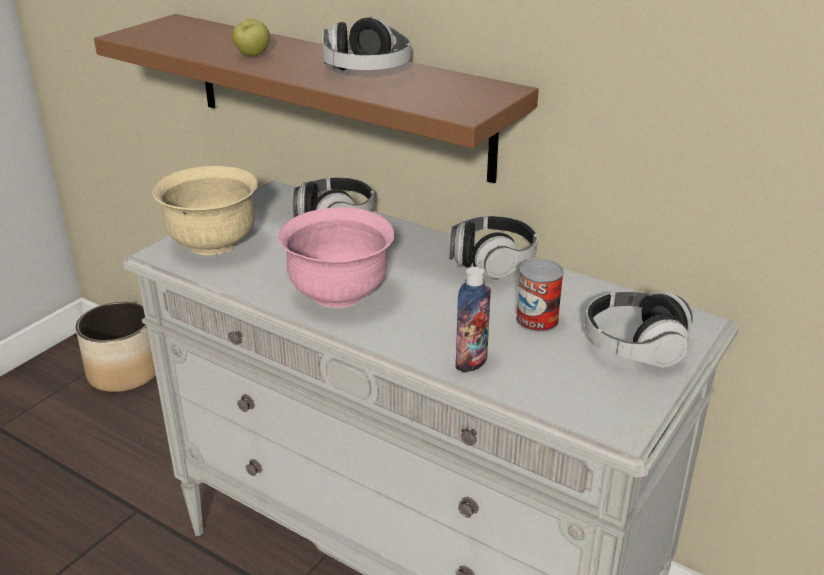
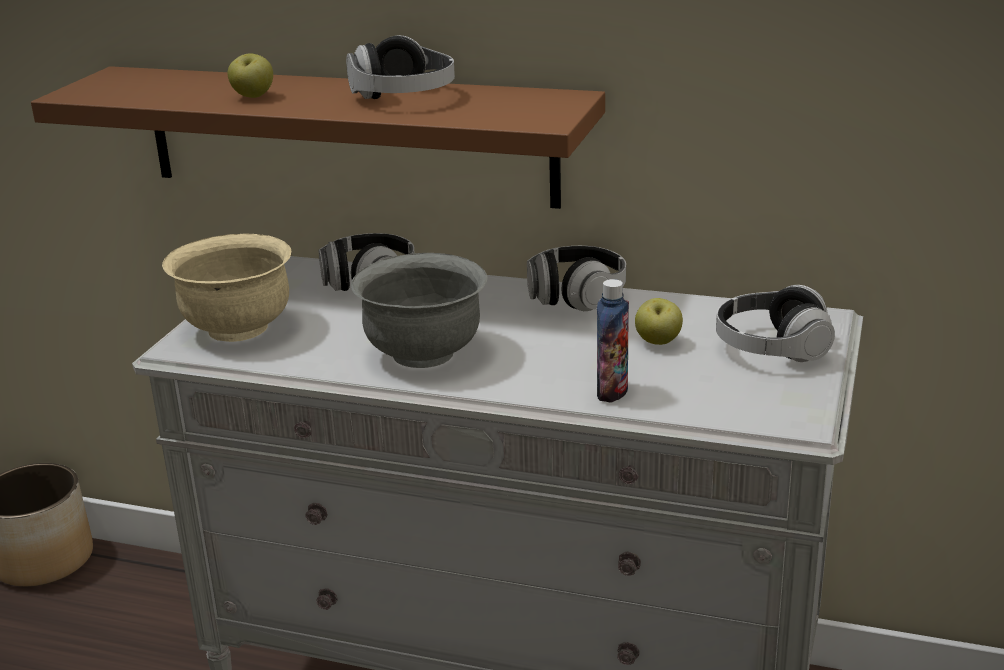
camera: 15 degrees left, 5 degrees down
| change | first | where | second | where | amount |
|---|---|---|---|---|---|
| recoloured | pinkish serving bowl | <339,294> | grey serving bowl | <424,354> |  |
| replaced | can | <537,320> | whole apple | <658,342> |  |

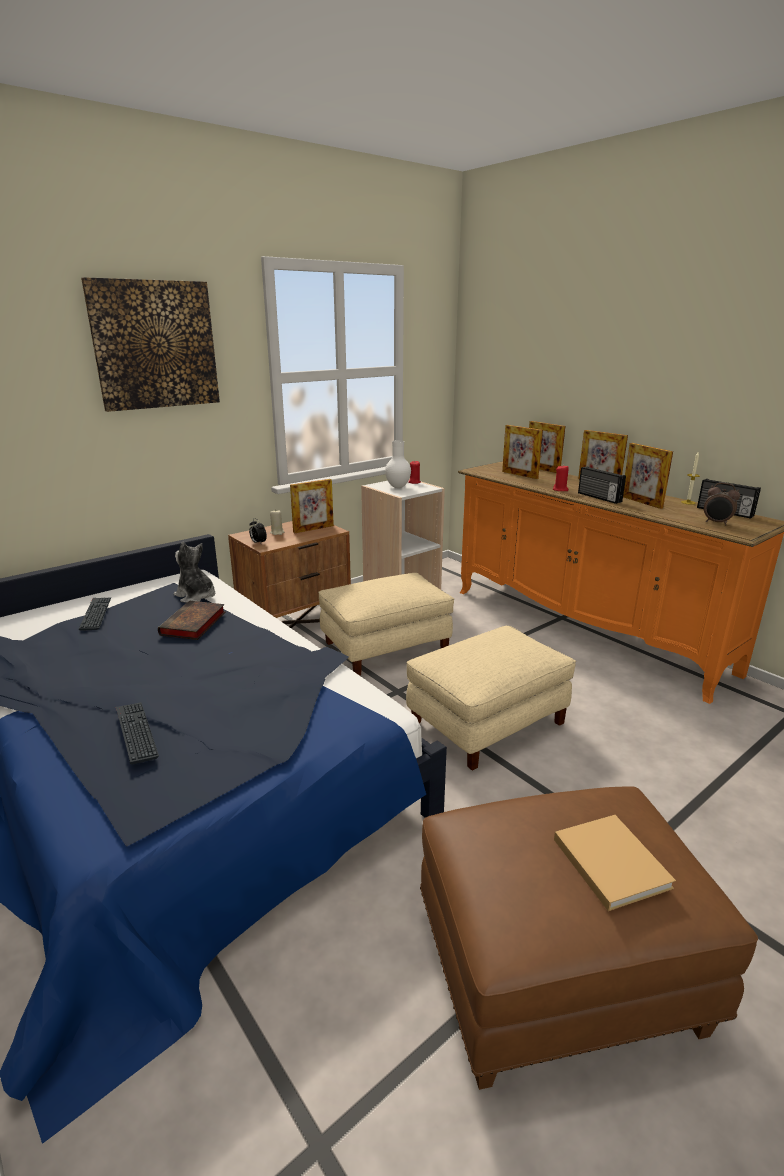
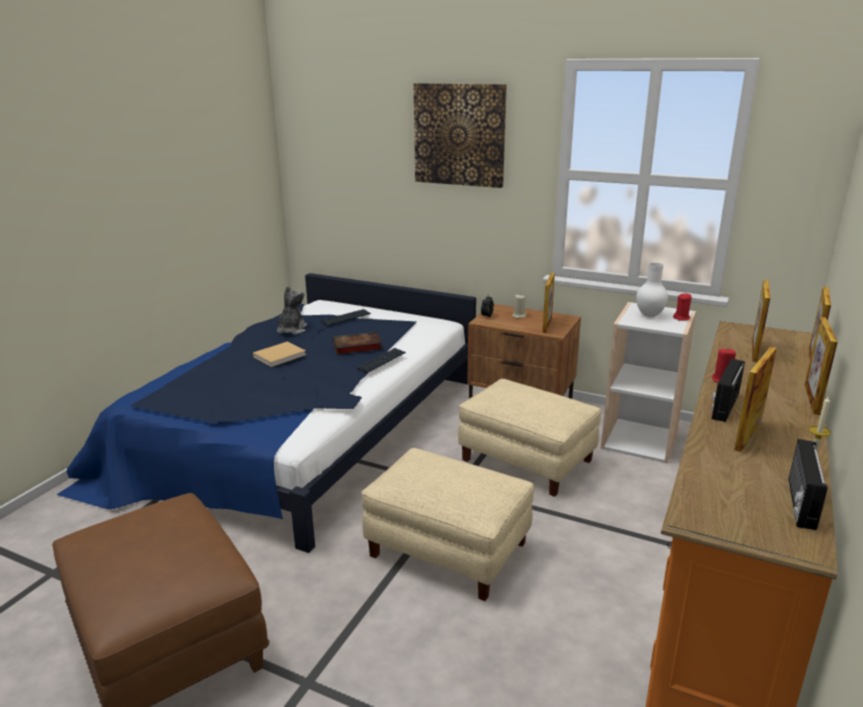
camera: 65 degrees right, 0 degrees up
| change | first | where | second | where | amount |
|---|---|---|---|---|---|
| moved | keyboard | <136,733> |  | <382,361> |  |
| moved | cuddly toy | <196,596> |  | <291,330> |  |
| turned | picture frame | <313,529> |  | <547,325> | 105 degrees counterclockwise |
| moved | beige bound book | <609,860> |  | <281,355> |  |
| removed | bedside clock | <716,523> |  |  |  |

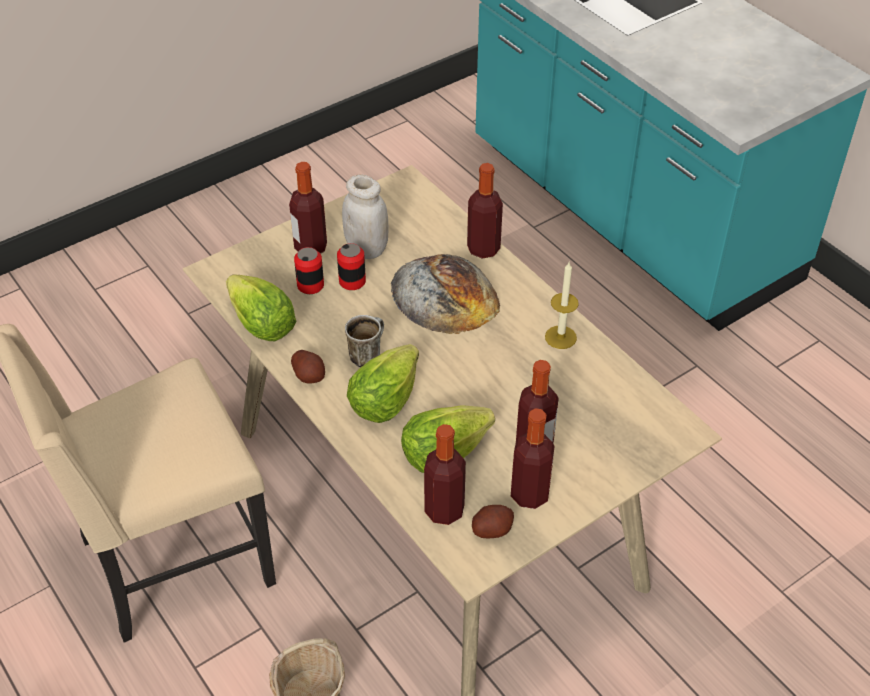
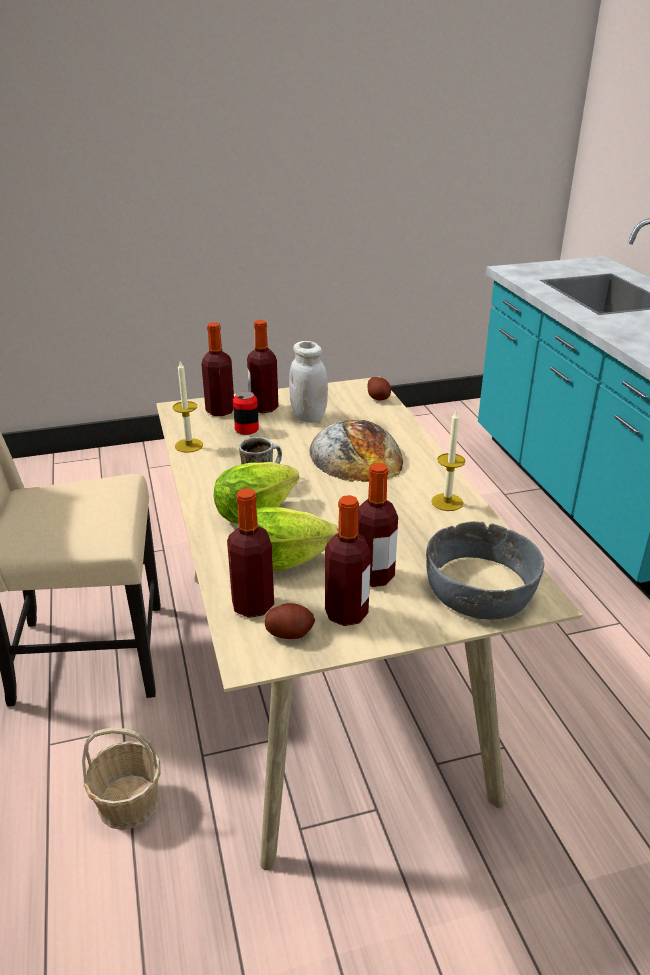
camera: 20 degrees right, 15 degrees down
| change | first | where | second | where | amount |
|---|---|---|---|---|---|
| replaced | lettuce head | <262,325> | wax candle | <189,445> |  |
| moved | potato | <309,375> |  | <378,398> |  |
| removed | can | <352,281> |  |  |  |
| moved | beverage bottle | <483,248> |  | <220,411> |  |
| added |  |  | grey serving bowl | <481,589> |  |

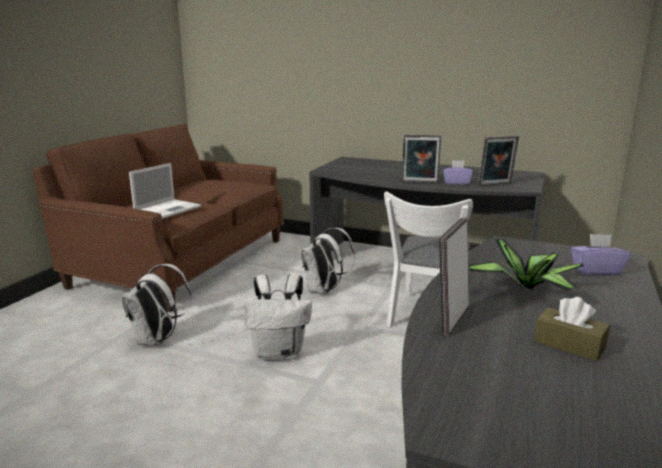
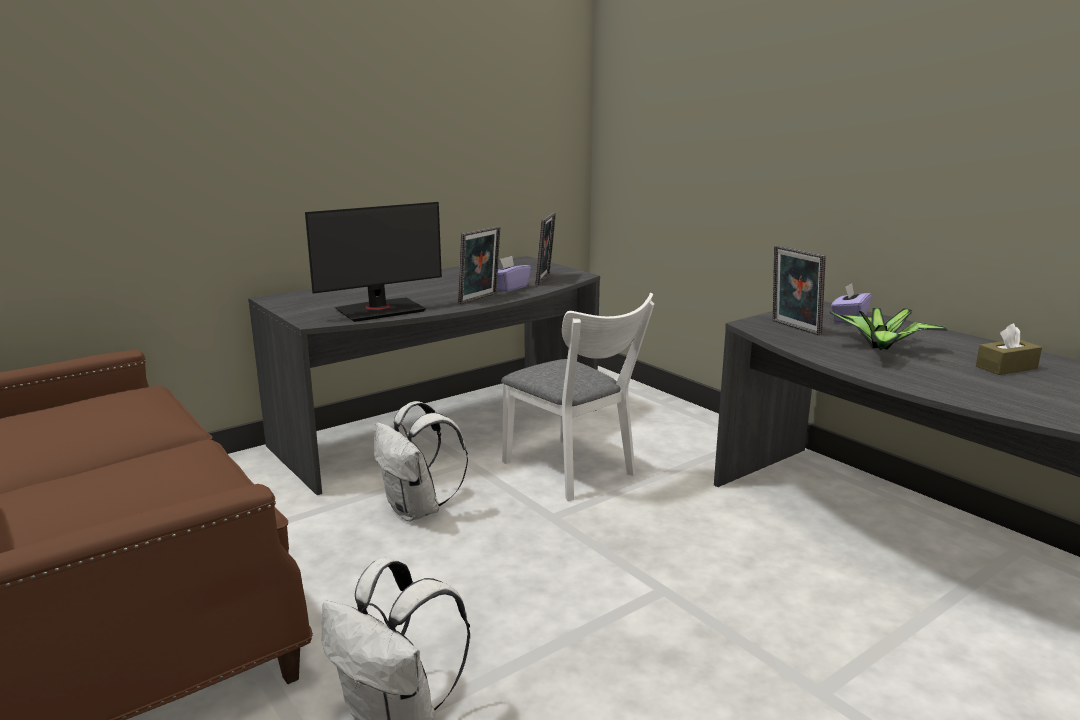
camera: 60 degrees left, 0 degrees up
| change | first | where | second | where | amount |
|---|---|---|---|---|---|
| removed | laptop | <168,209> |  |  |  |
| removed | white-coloured knapsack | <279,353> |  |  |  |
| moved | picture frame | <451,319> |  | <793,328> |  |
| added |  |  | computer display | <380,310> |  |

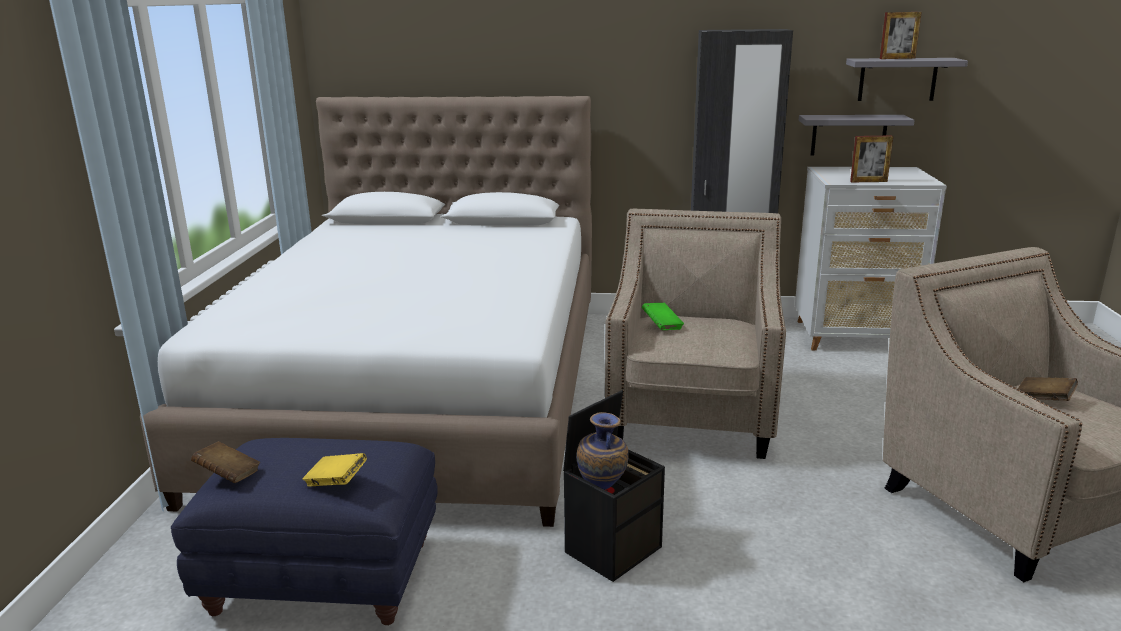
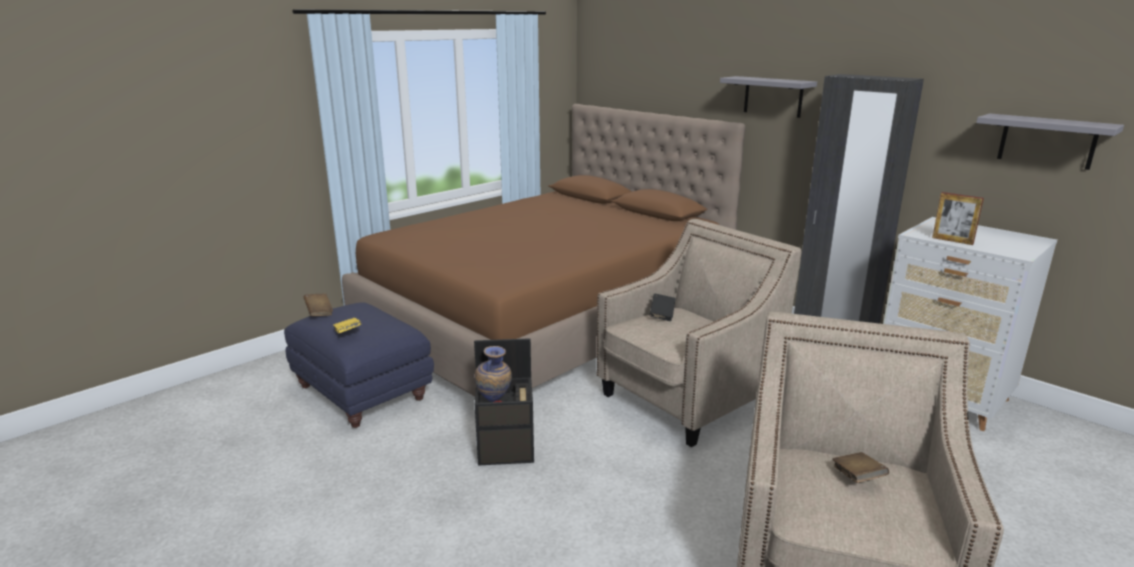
camera: 40 degrees right, 0 degrees up
| change | first | where | second | where | amount |
|---|---|---|---|---|---|
| recoloured | white-coloured bed | <425,391> | brown bed | <548,320> |  |
| recoloured | greenish bound book | <662,326> | blackish bound book | <662,315> |  |
| moved | grey bracket shelf | <848,135> |  | <773,96> |  |
| removed | picture frame | <897,58> |  |  |  |

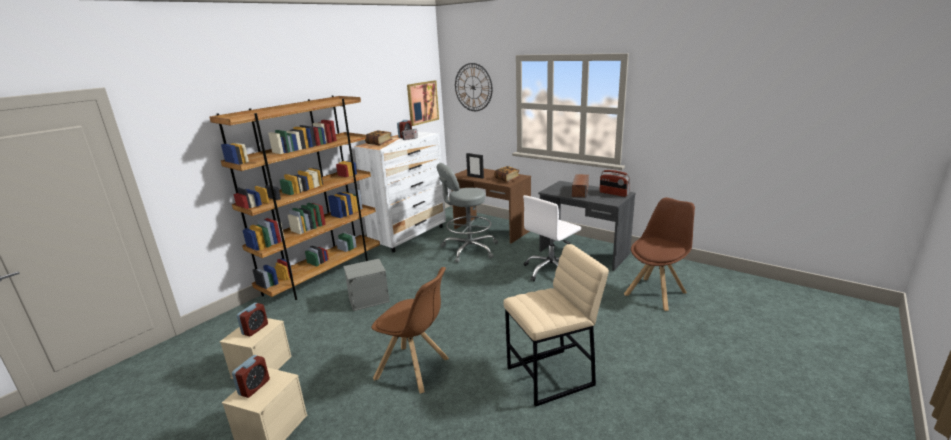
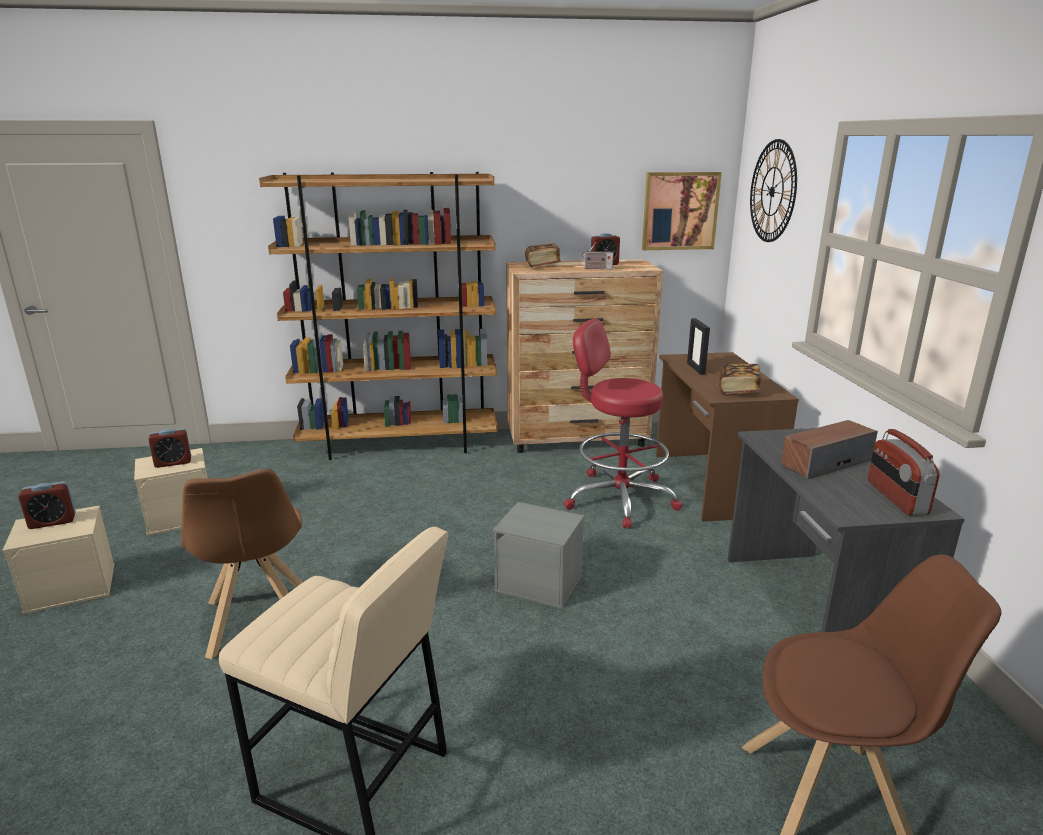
camera: 45 degrees right, 0 degrees up
| change | first | where | second | where | amount |
|---|---|---|---|---|---|
| moved | grey storage container | <369,299> |  | <540,583> |  |
| recoloured | white-coloured chest of drawers | <409,235> | brown chest of drawers | <577,439> |  |
| recoloured | grey stool seat | <469,249> | red-coloured stool seat | <618,498> |  |
| removed | white-coloured computer chair | <551,270> |  |  |  |

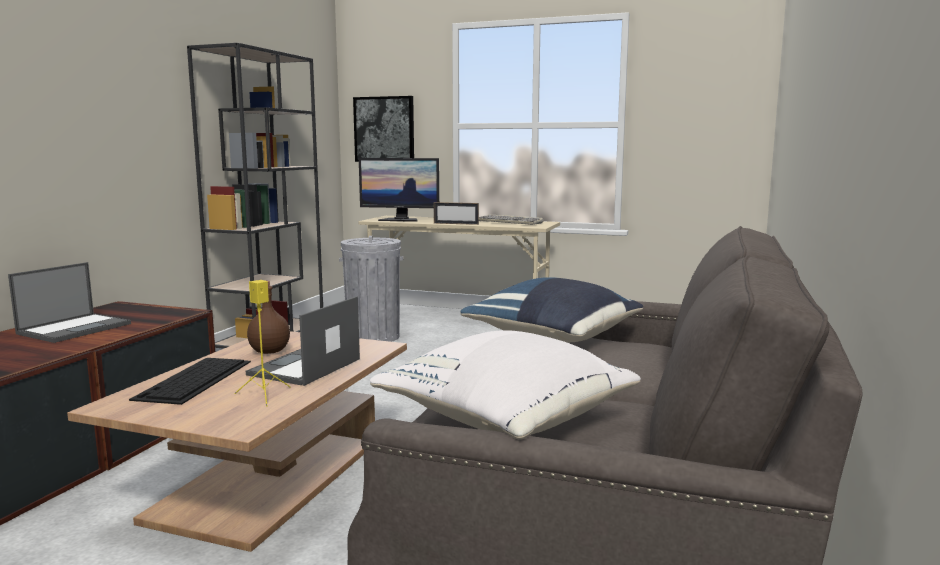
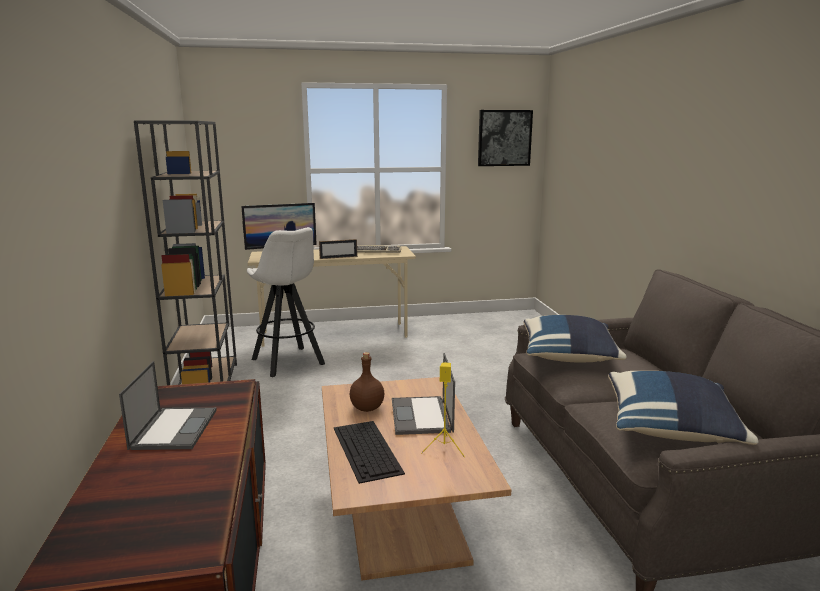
camera: 30 degrees left, 5 degrees up
| change | first | where | second | where | amount |
|---|---|---|---|---|---|
| replaced | grey trash can | <373,337> | white-coloured stool seat | <288,362> |  |
| moved | picture | <384,129> |  | <504,138> |  |
| recoloured | white-coloured cushion | <508,421> | blue-coloured cushion | <671,429> |  |

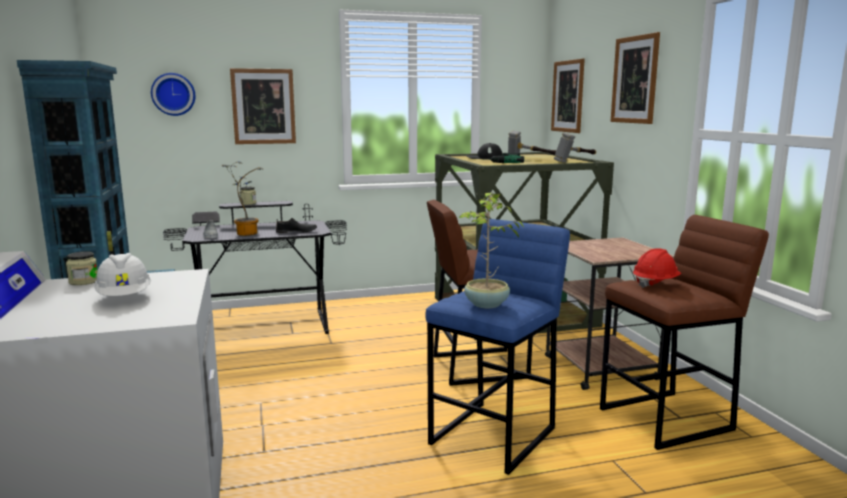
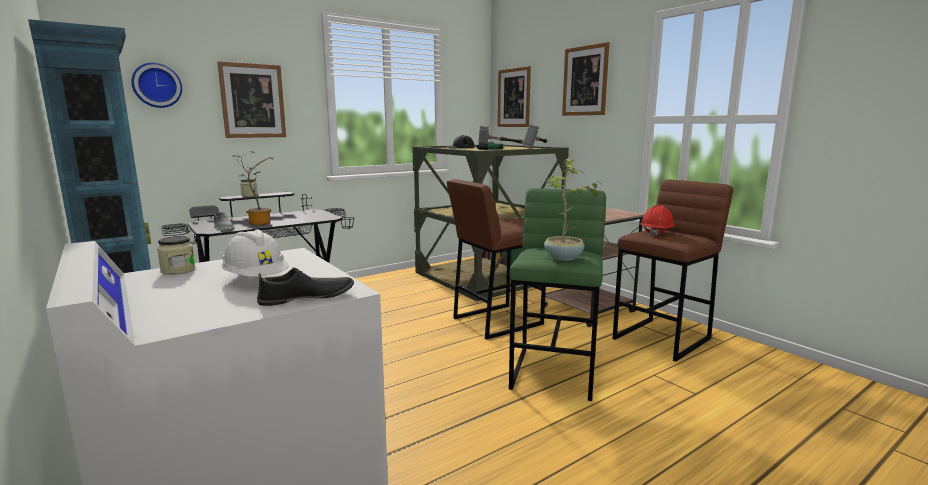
camera: 20 degrees left, 0 degrees up
| change | first | where | second | where | amount |
|---|---|---|---|---|---|
| moved | blackish shoe | <296,232> |  | <307,298> |  |
| recoloured | blue-coloured stool seat | <494,434> | greenish stool seat | <554,371> |  |

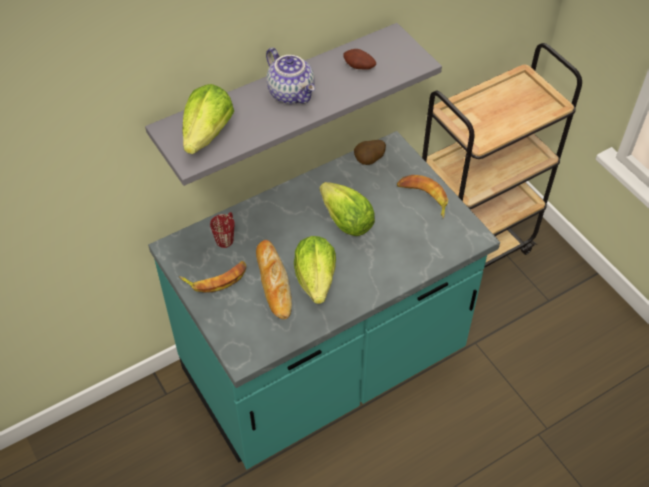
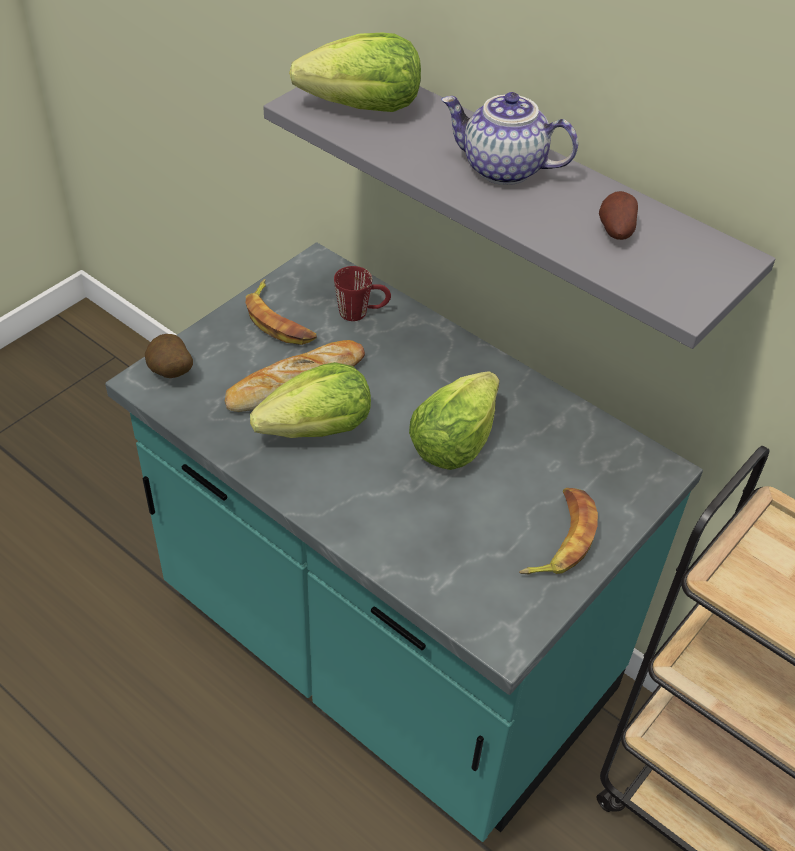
camera: 70 degrees right, 5 degrees down
| change | first | where | second | where | amount |
|---|---|---|---|---|---|
| turned | pot for tea | <292,93> |  | <502,169> | 75 degrees clockwise |
| moved | potato | <369,161> |  | <170,374> |  |

